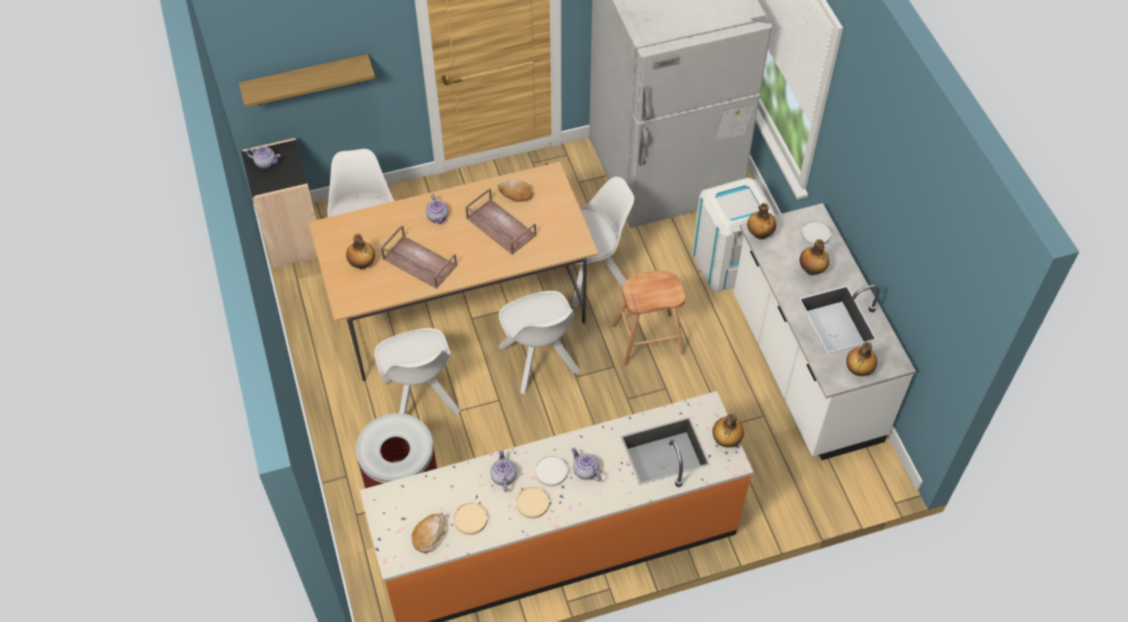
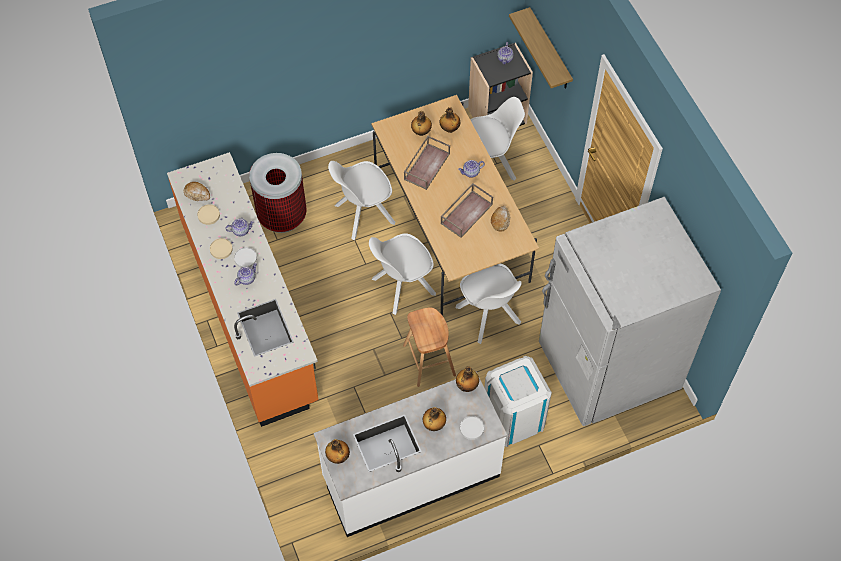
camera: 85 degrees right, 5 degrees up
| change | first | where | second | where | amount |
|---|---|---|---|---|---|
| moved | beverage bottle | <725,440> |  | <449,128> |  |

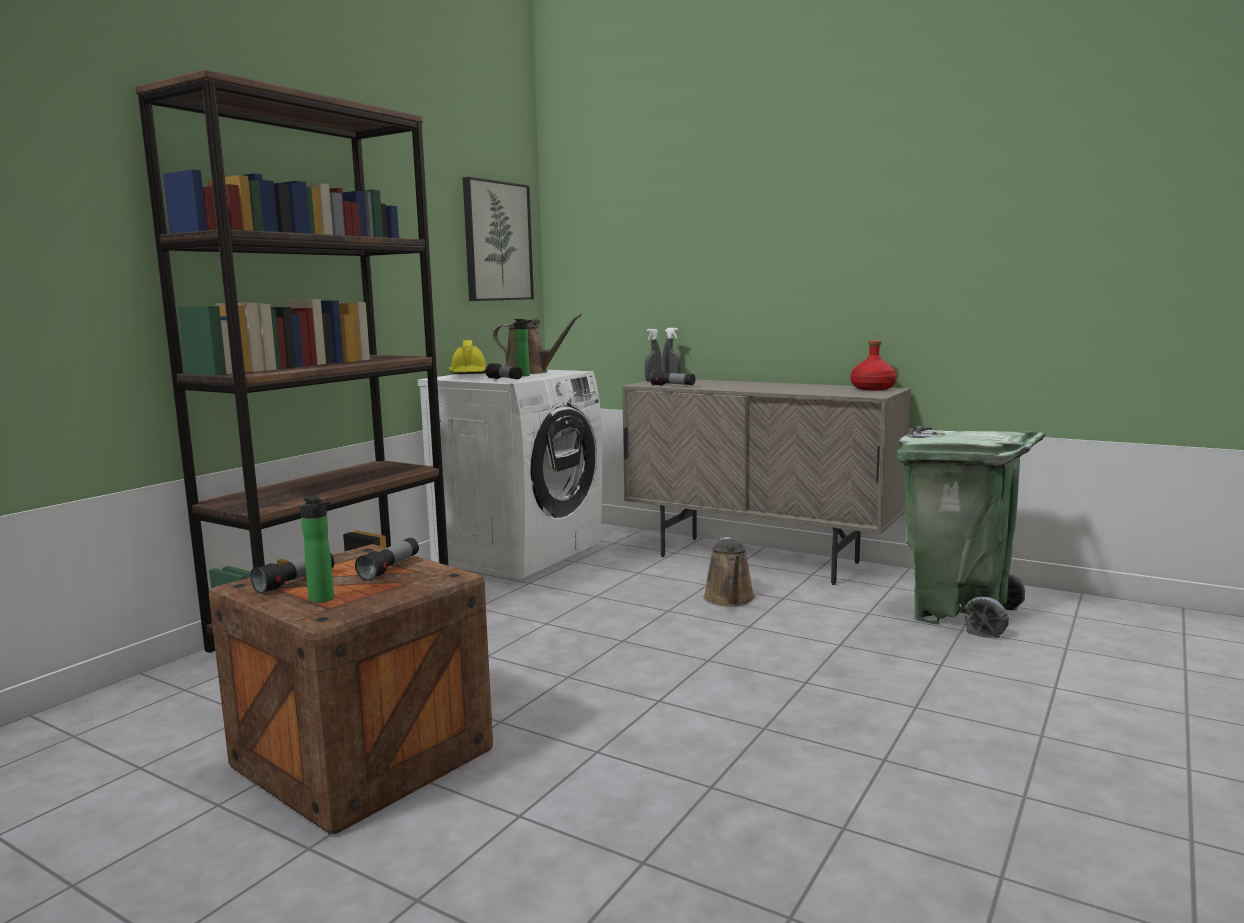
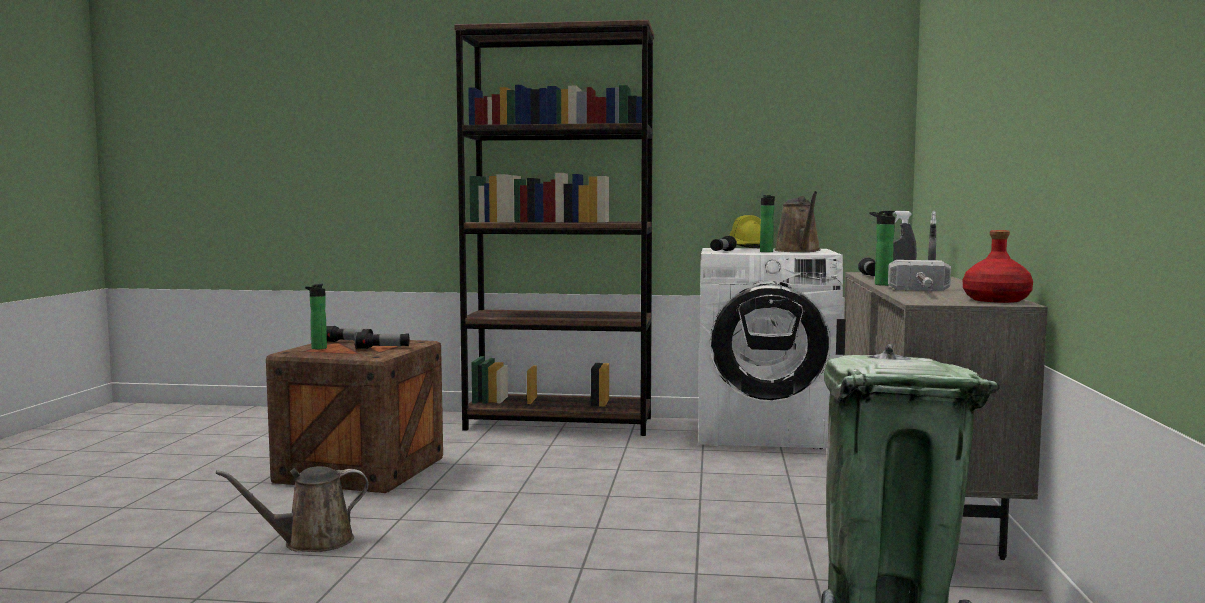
camera: 65 degrees right, 5 degrees down
| change | first | where | second | where | amount |
|---|---|---|---|---|---|
| removed | picture | <497,241> |  |  |  |
| moved | brown watering pot | <730,599> |  | <311,542> |  |
| added |  |  | beverage bottle | <880,284> |  |
| added |  |  | tool hammer | <921,292> |  |

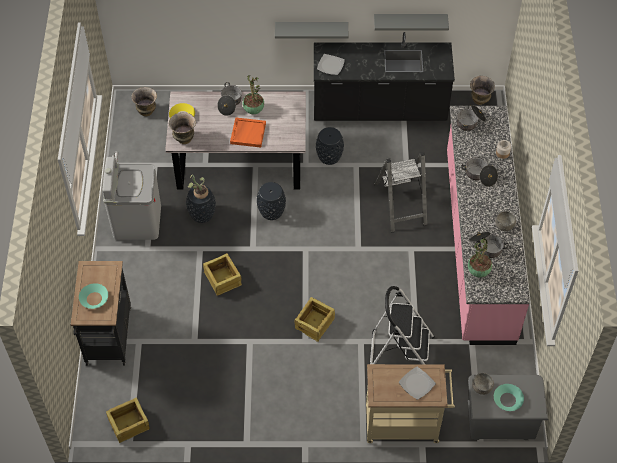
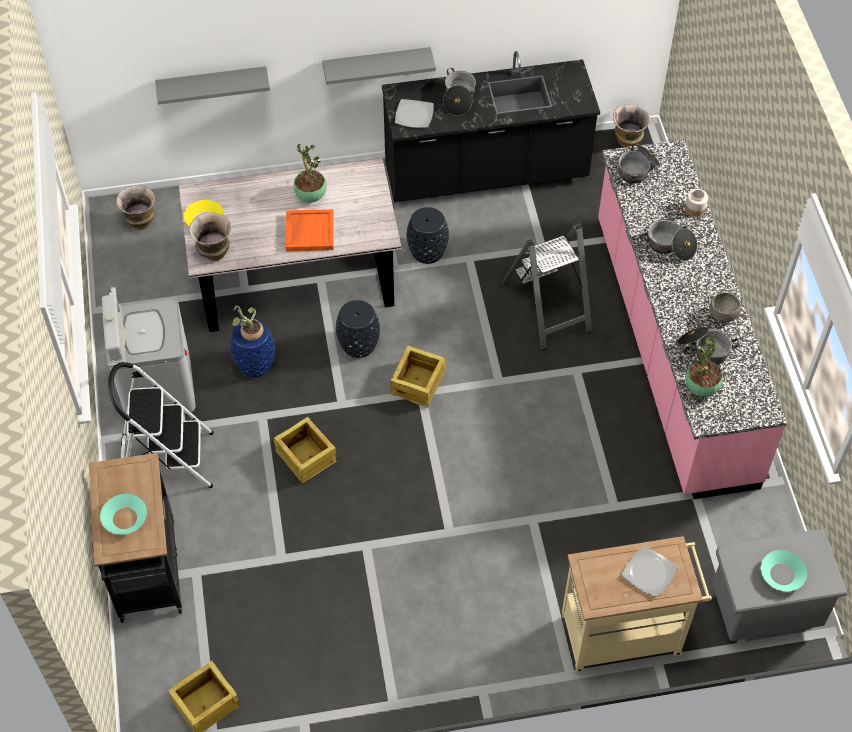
camera: 10 degrees left, 0 degrees up
| change | first | where | second | where | amount |
|---|---|---|---|---|---|
| recoloured | blackish stool seat | <202,214> | blue-coloured stool seat | <255,364> |  |
| moved | cooking pot | <230,103> |  | <459,98> |  |
| moved | crate | <315,323> |  | <418,383> |  |
| moved | stepladder | <399,352> |  | <163,462> |  |
| moved | grey bracket shelf | <410,21> |  | <212,84> |  |
| removed | grey serving bowl | <481,388> |  |  |  |

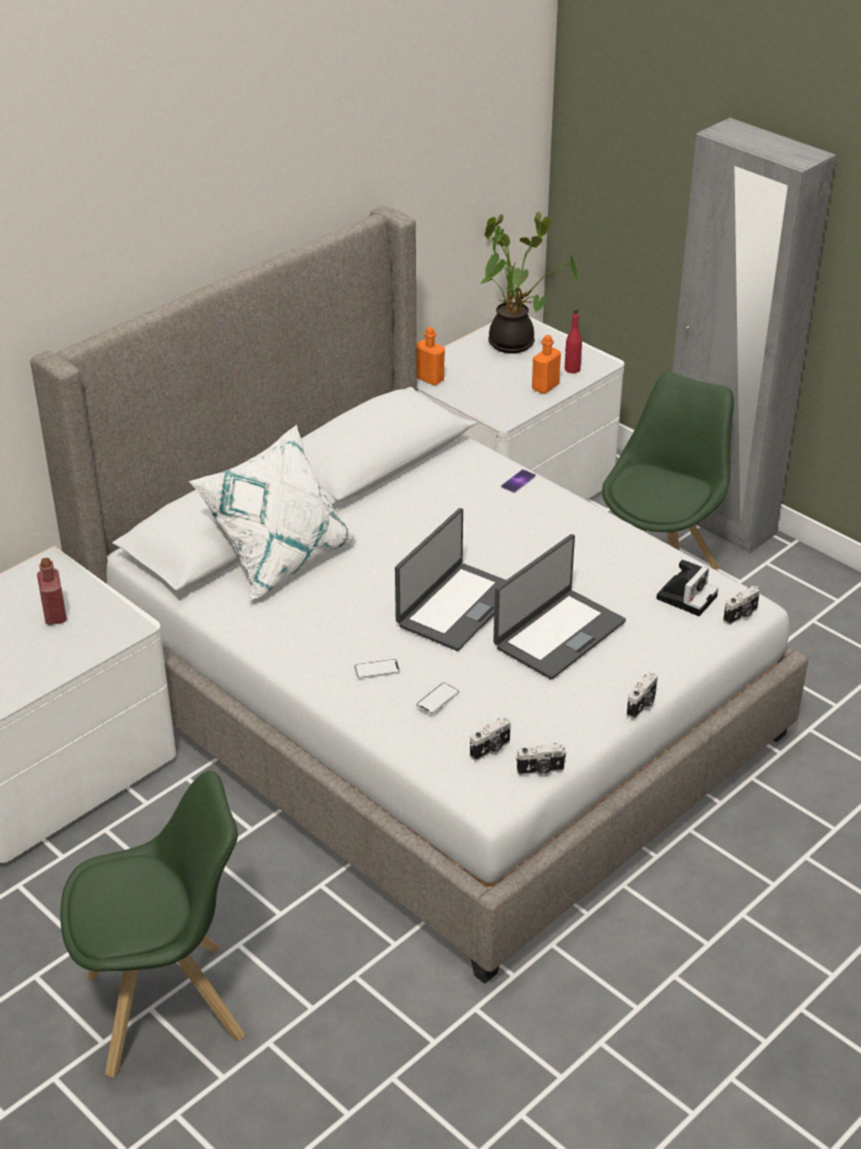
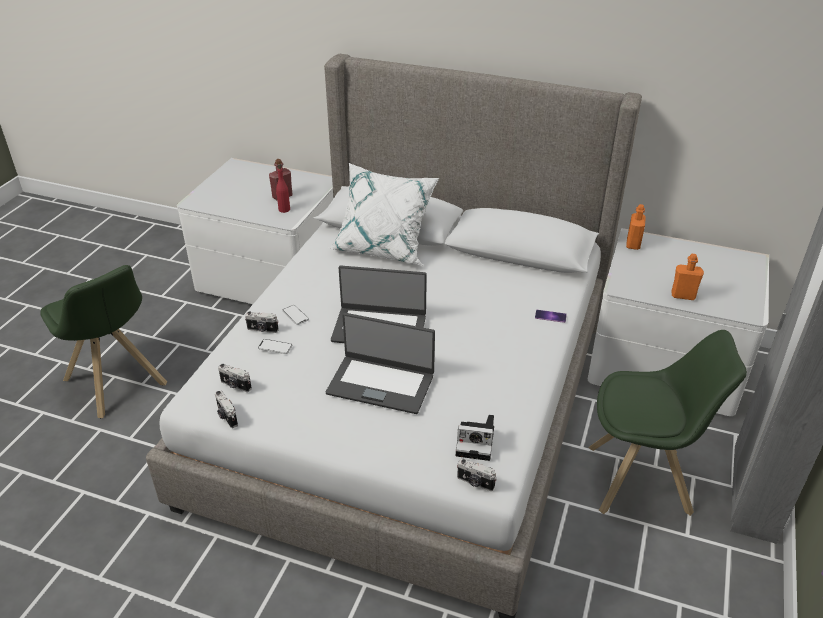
camera: 65 degrees right, 0 degrees up
| change | first | where | second | where | amount |
|---|---|---|---|---|---|
| removed | potted plant | <515,343> |  |  |  |
| moved | red-coloured beverage bottle | <572,369> |  | <284,209> |  |
| moved | photo camera | <642,705> |  | <262,330> |  |

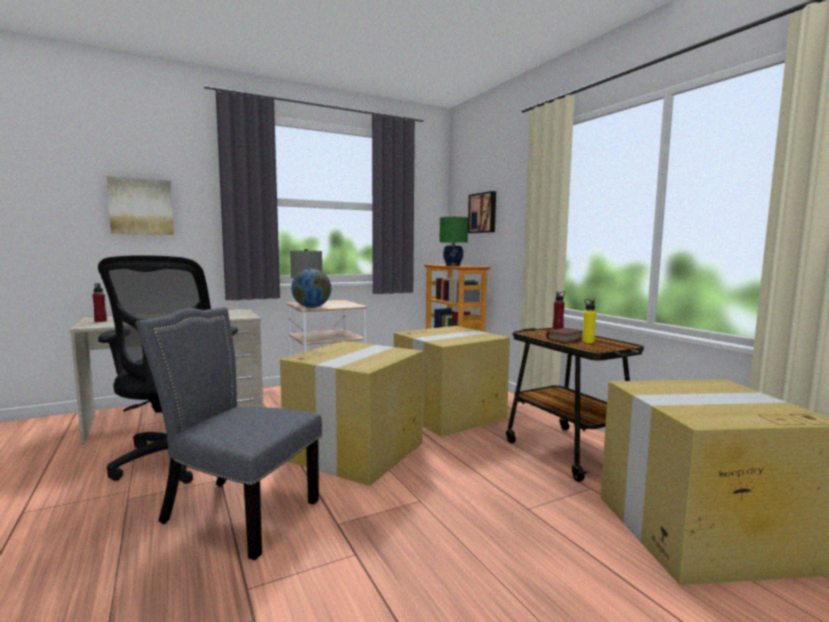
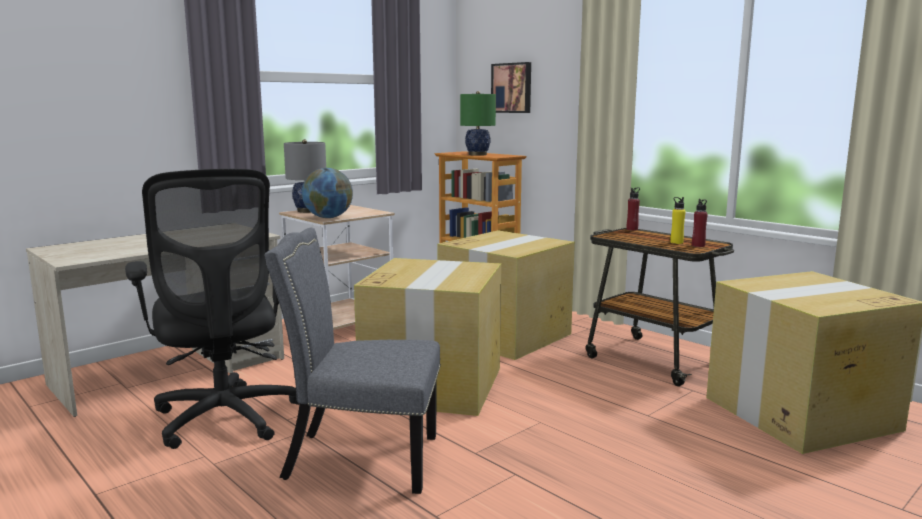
camera: 15 degrees left, 5 degrees up
| change | first | where | second | where | amount |
|---|---|---|---|---|---|
| moved | red-coloured beverage bottle | <100,321> |  | <698,245> |  |
| removed | picture | <141,206> |  |  |  |
| removed | bound book | <566,339> |  |  |  |

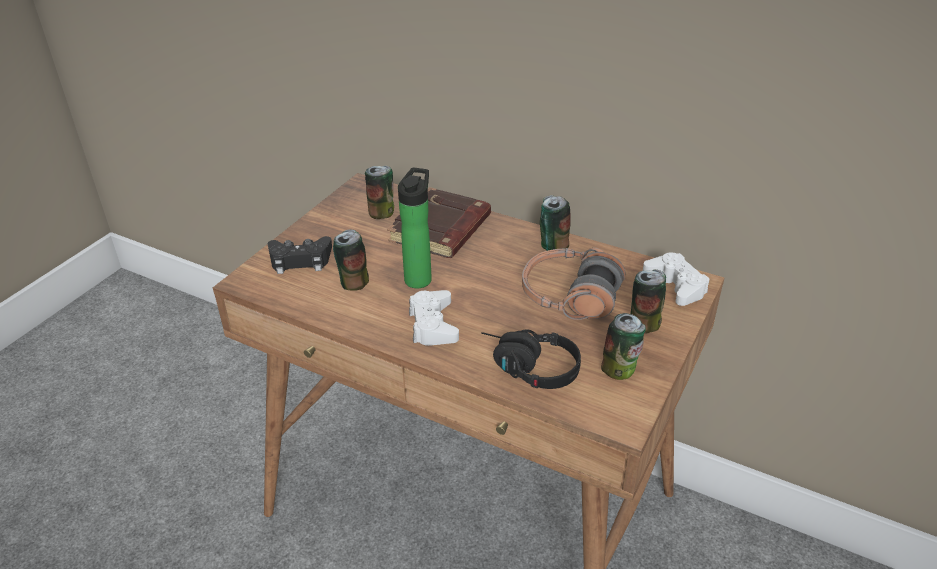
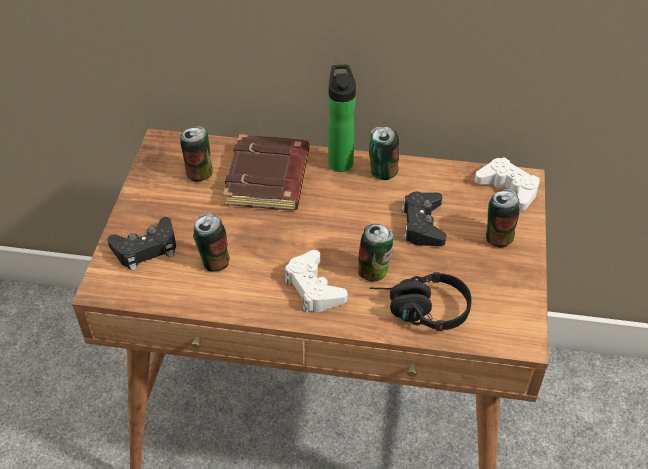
camera: 20 degrees left, 10 degrees up
| change | first | where | second | where | amount |
|---|---|---|---|---|---|
| moved | beverage bottle | <419,277> |  | <340,160> |  |
| replaced | pair of headphones | <570,296> | blackish gamepad | <422,224> |  |
| moved | can | <620,370> |  | <374,271> |  |

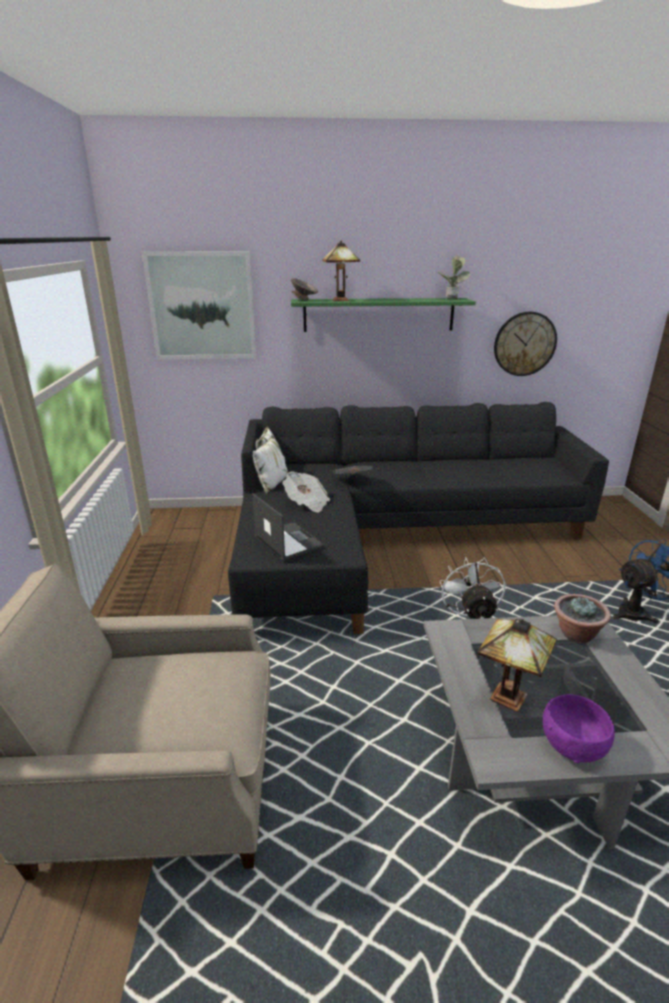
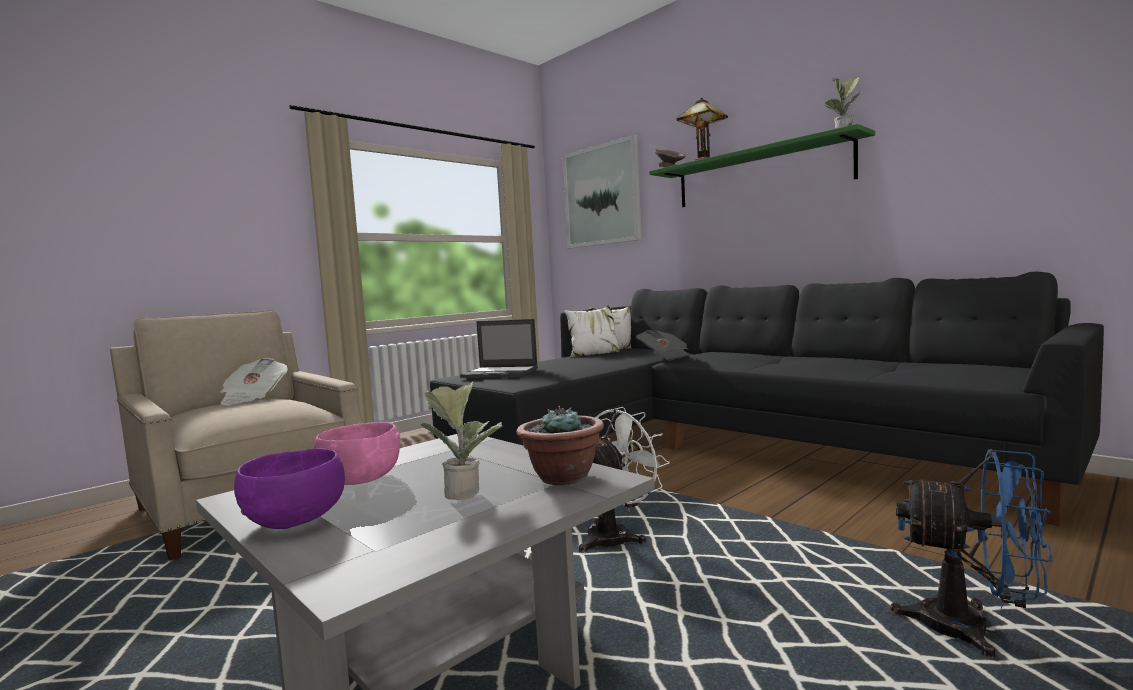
camera: 50 degrees right, 20 degrees down
| change | first | where | second | where | amount |
|---|---|---|---|---|---|
| turned | laptop | <288,541> |  | <501,373> | 90 degrees clockwise |
| moved | daily paper | <307,503> |  | <253,398> |  |
| replaced | lamp for a table | <509,699> | pinkish serving bowl | <360,480> |  |
| removed | wall clock | <524,344> |  |  |  |
| added |  |  | potted plant | <466,491> |  |

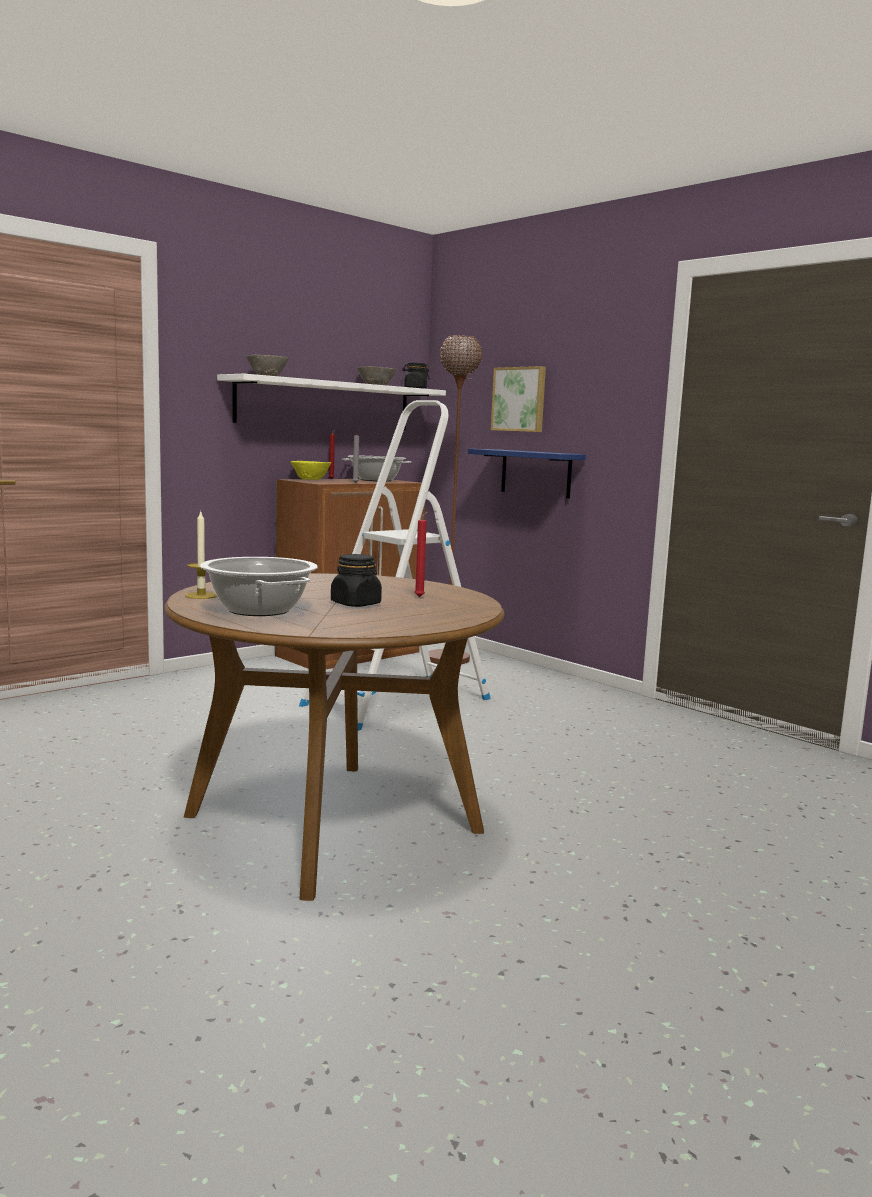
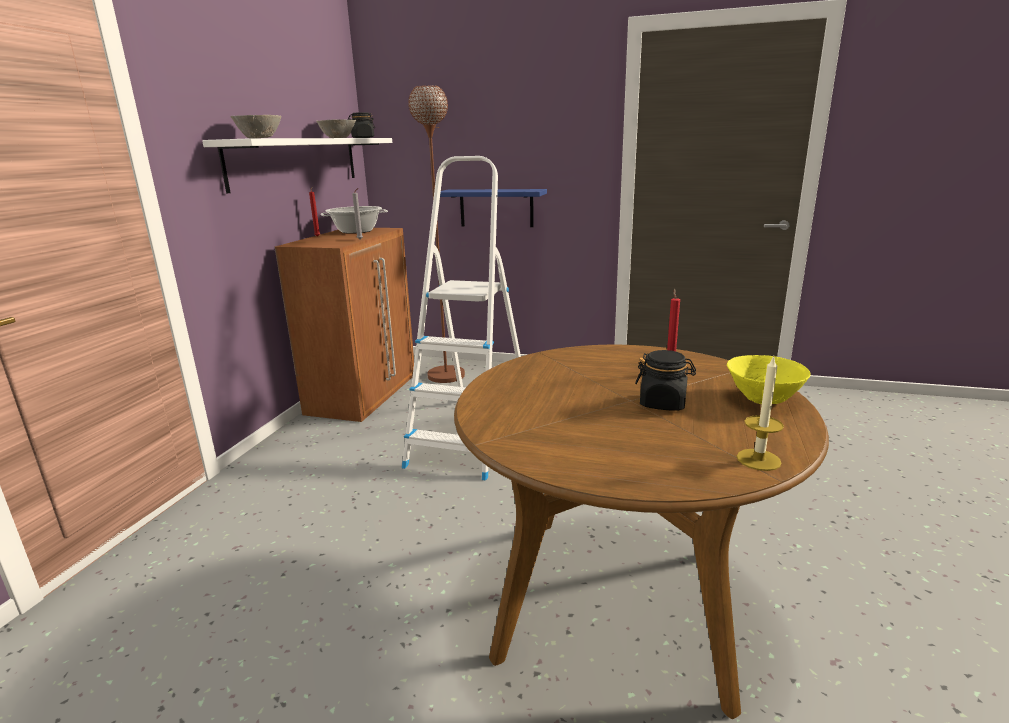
camera: 30 degrees left, 10 degrees up
| change | first | where | second | where | amount |
|---|---|---|---|---|---|
| moved | wax candle | <201,596> |  | <758,459> |  |
| removed | cooking pot | <260,610> |  |  |  |
| moved | yellow serving bowl | <310,479> |  | <762,399> |  |
| removed | picture | <520,399> |  |  |  |

